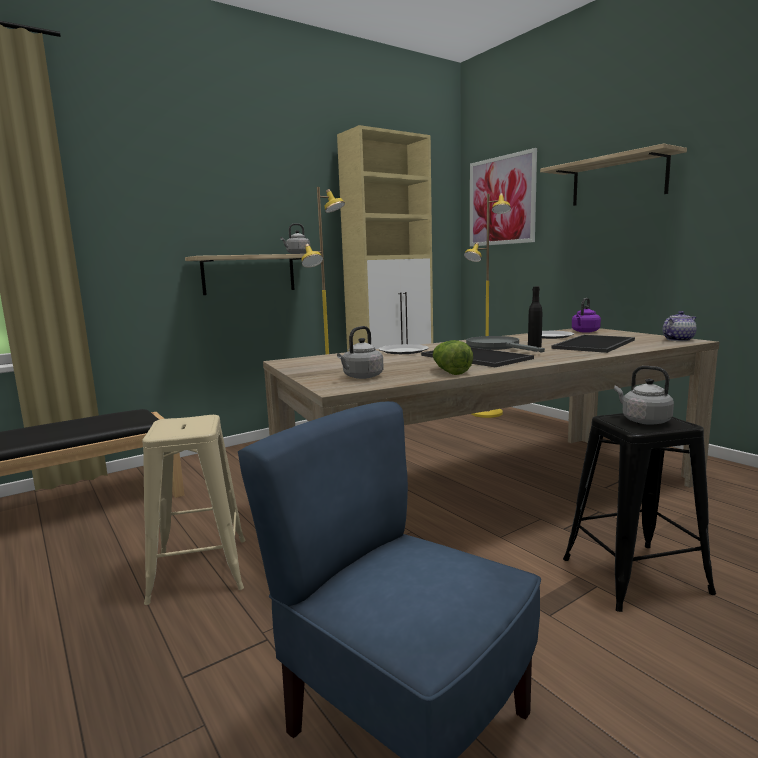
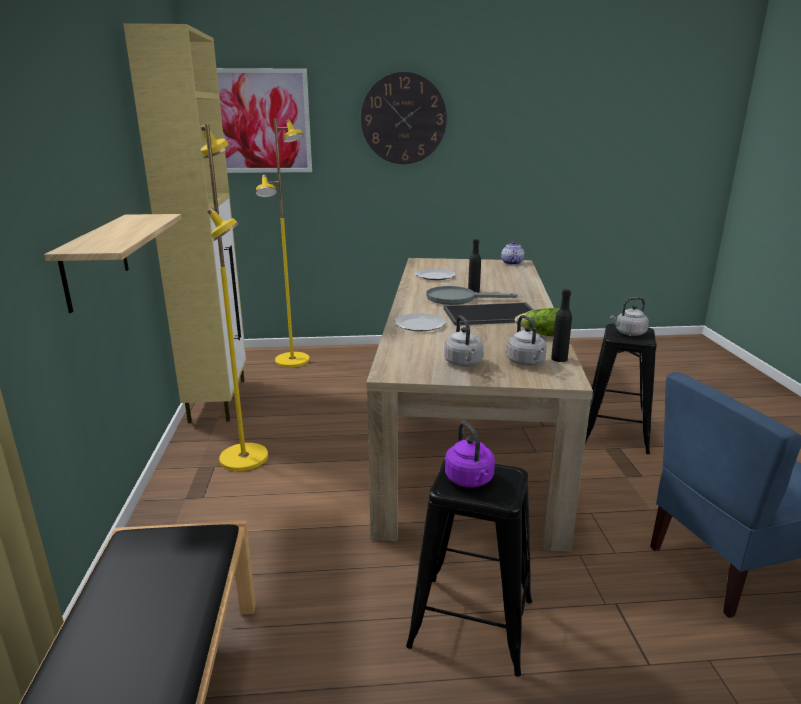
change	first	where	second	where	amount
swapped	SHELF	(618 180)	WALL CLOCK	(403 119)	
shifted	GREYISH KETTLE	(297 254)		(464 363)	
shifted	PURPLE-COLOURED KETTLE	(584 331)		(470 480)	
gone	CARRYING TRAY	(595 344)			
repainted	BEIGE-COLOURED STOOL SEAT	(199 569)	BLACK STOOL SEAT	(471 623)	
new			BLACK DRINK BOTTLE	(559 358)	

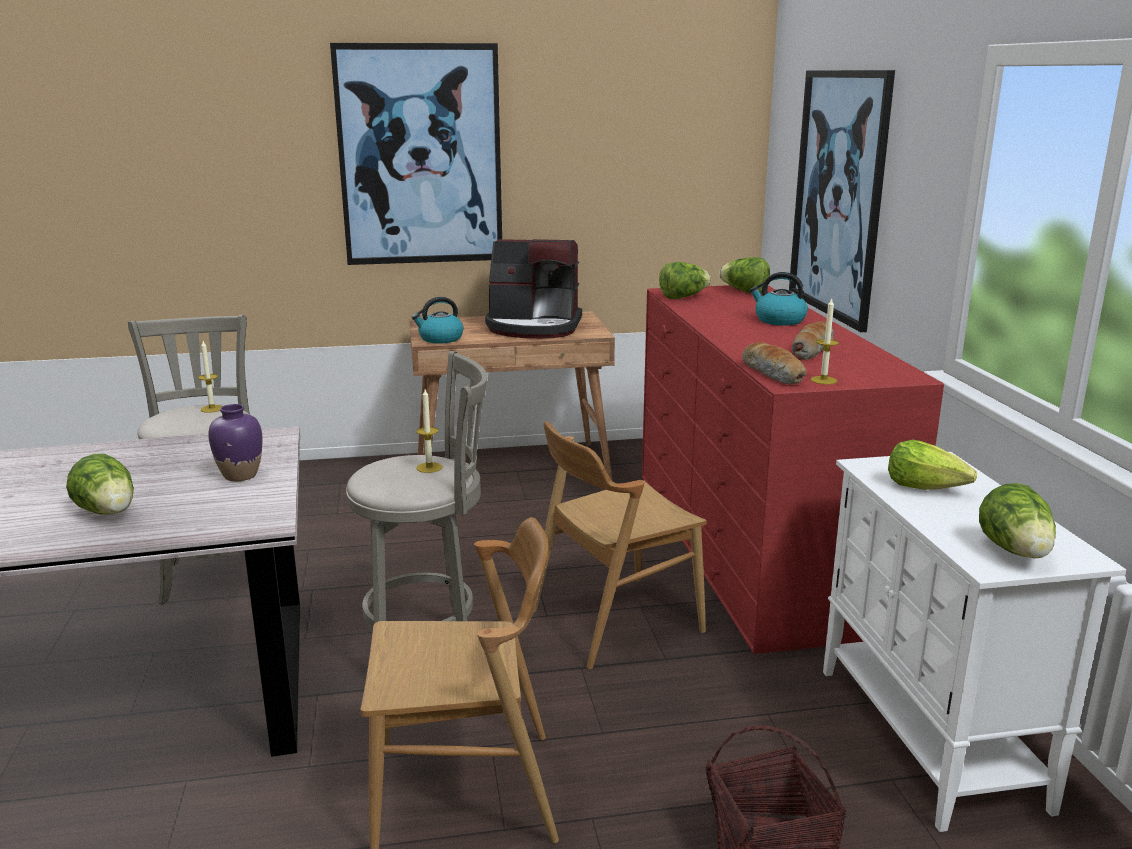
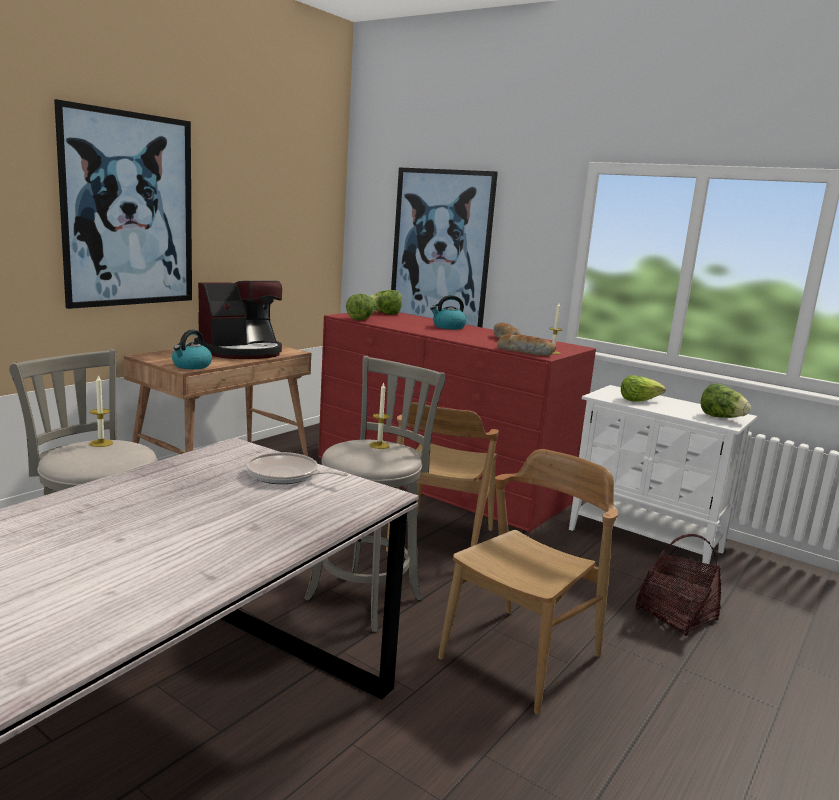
change	first	where	second	where	amount
swapped	PURPLE-COLOURED FLOWER VASE	(240 475)	FRYING PAN	(286 475)	
gone	LETTUCE HEAD	(109 513)			

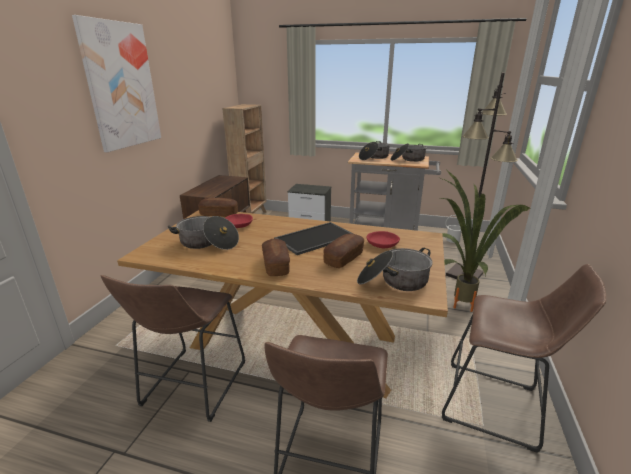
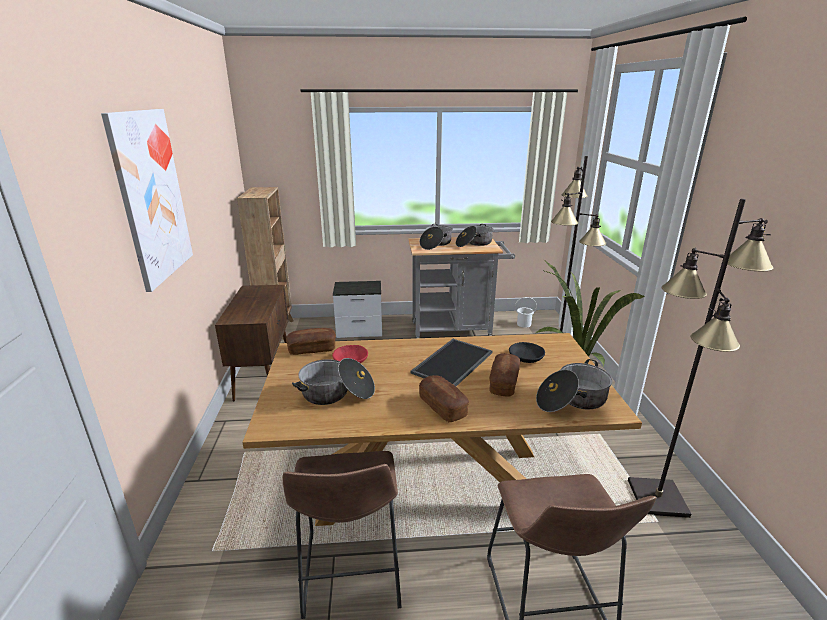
change	first	where	second	where	amount
repainted	RED-COLOURED DEEP DISH	(383 244)	BLACK DEEP DISH	(526 357)	
swapped	BROWNISH STOOL SEAT	(496 407)	BLACK STANDARD LAMP	(658 499)	

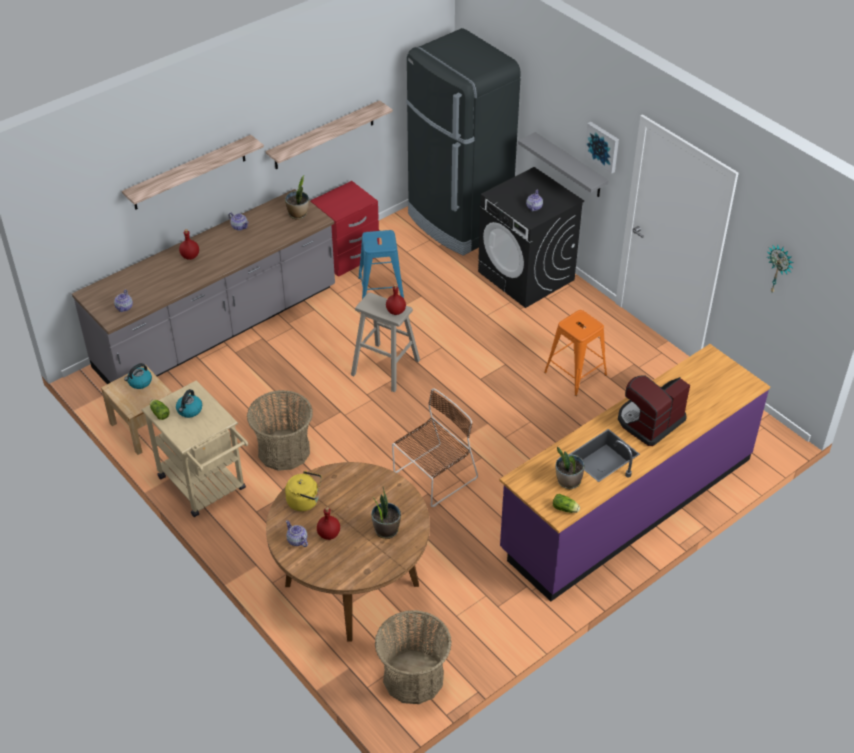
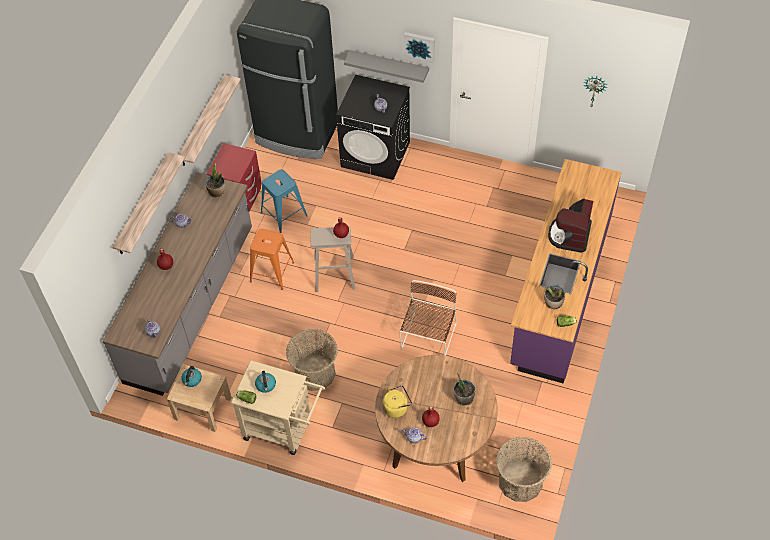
change	first	where	second	where	amount
shifted	ORANGE STOOL SEAT	(575 373)		(271 272)	

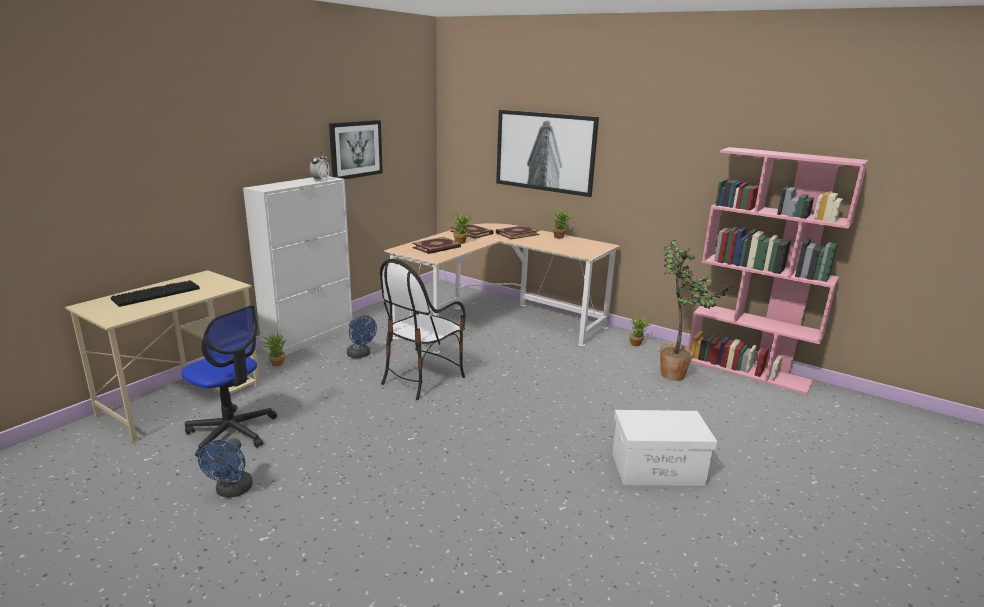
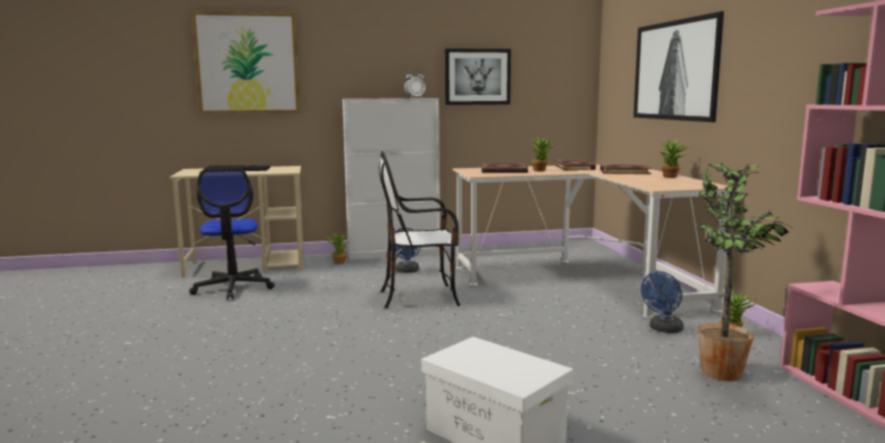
change	first	where	second	where	amount
shifted	BLUISH ELECTRIC FAN	(232 491)		(663 329)	
new			WALL ART	(247 63)	

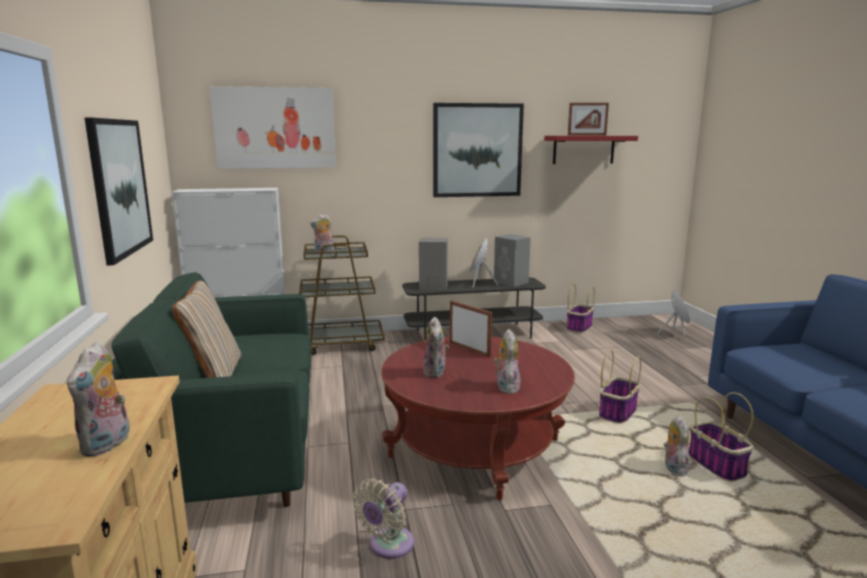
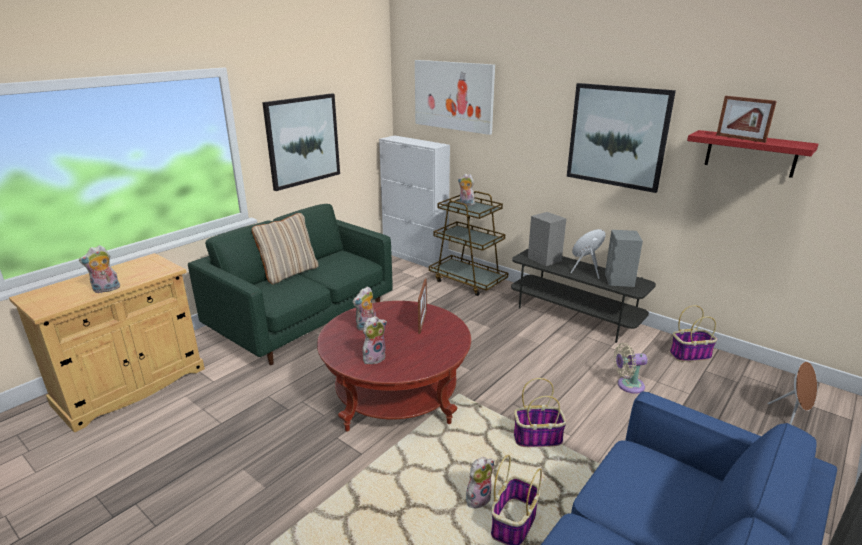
change	first	where	second	where	amount
shifted	BEIGE-COLOURED ELECTRIC FAN	(388 546)		(627 385)	

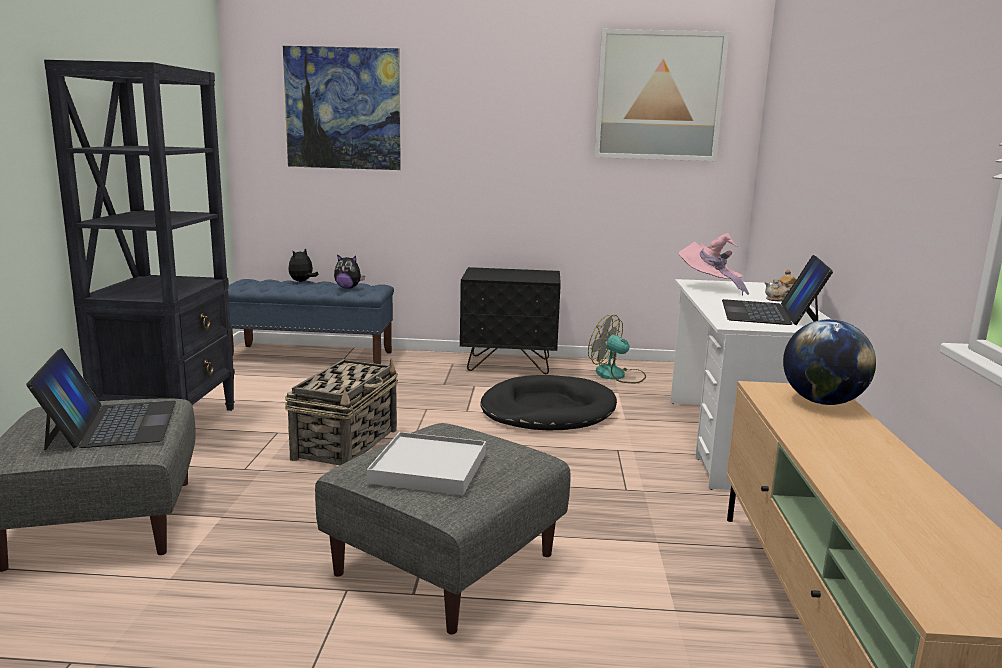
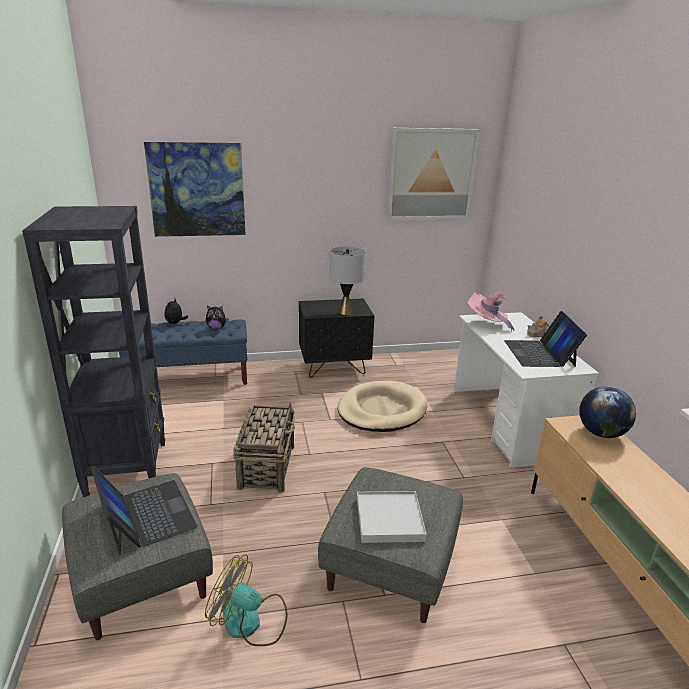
change	first	where	second	where	amount
shifted	ELECTRIC FAN	(617 375)		(250 622)	
repainted	BLACK DOG CUSHION	(548 410)	BEIGE-COLOURED DOG CUSHION	(381 410)	
new			GREYISH TABLE LAMP	(345 312)	

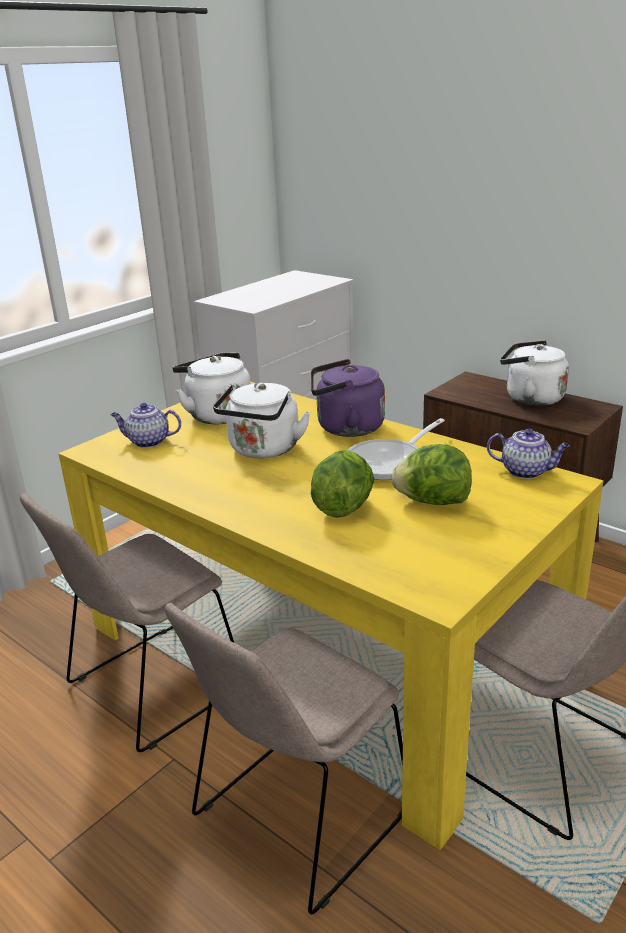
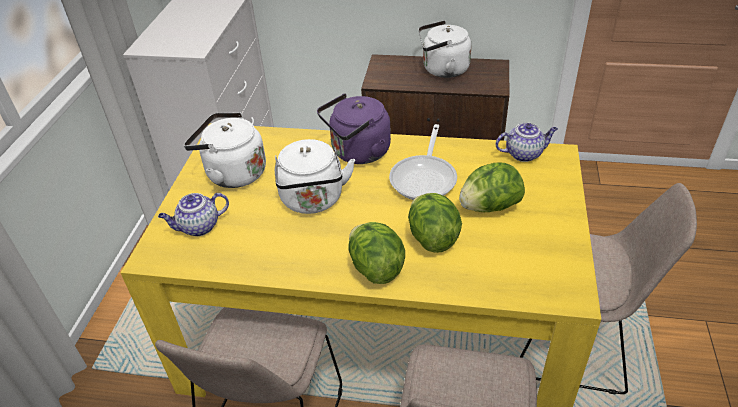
change	first	where	second	where	amount
new			LETTUCE HEAD	(375 267)	

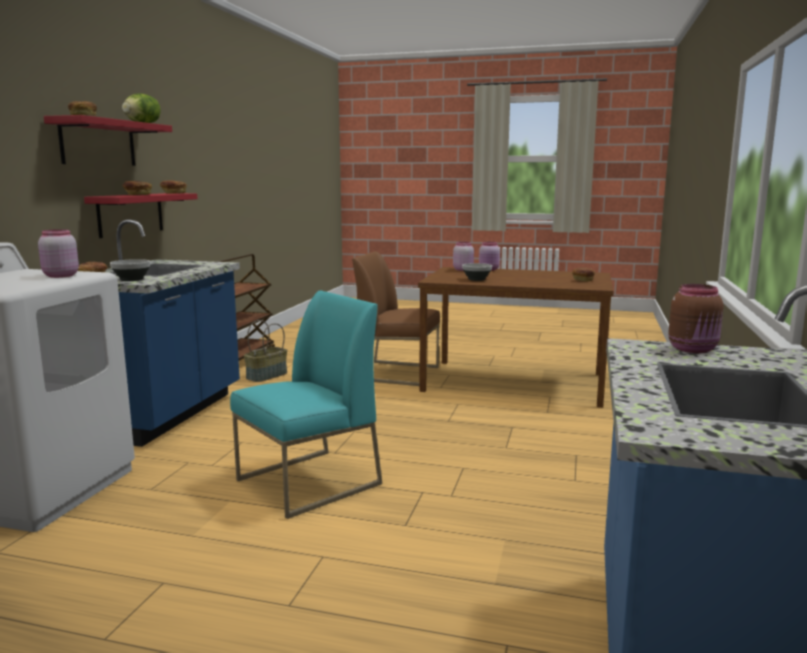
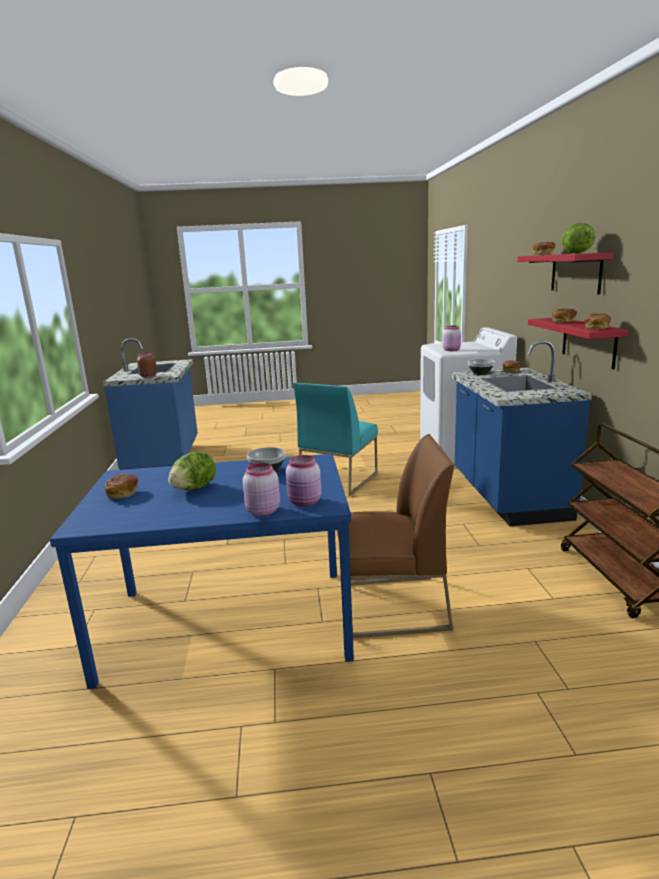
change	first	where	second	where	amount
repainted	BROWNISH KITCHEN TABLE	(515 382)	BLUISH KITCHEN TABLE	(227 624)	
gone	BASKET	(267 376)			
new			LETTUCE HEAD	(194 488)	

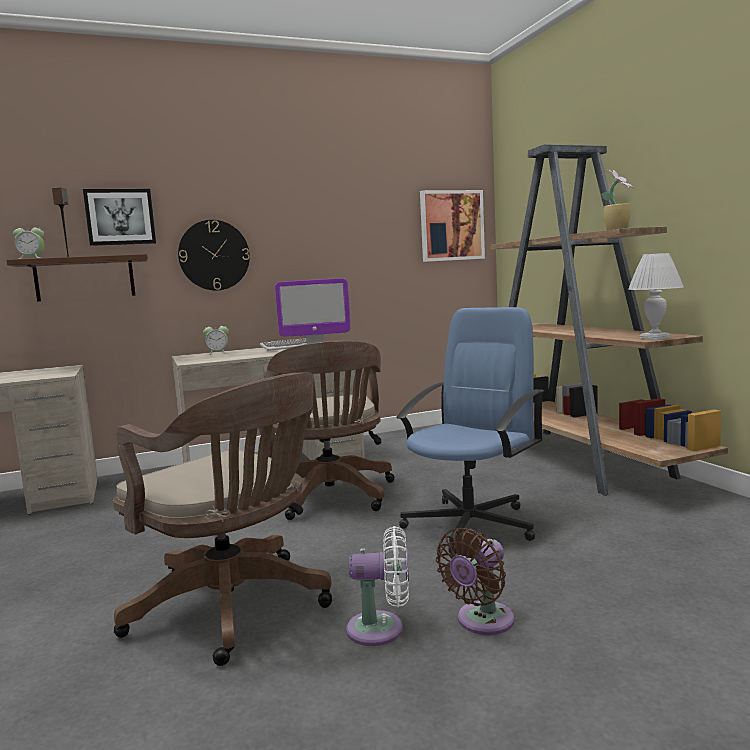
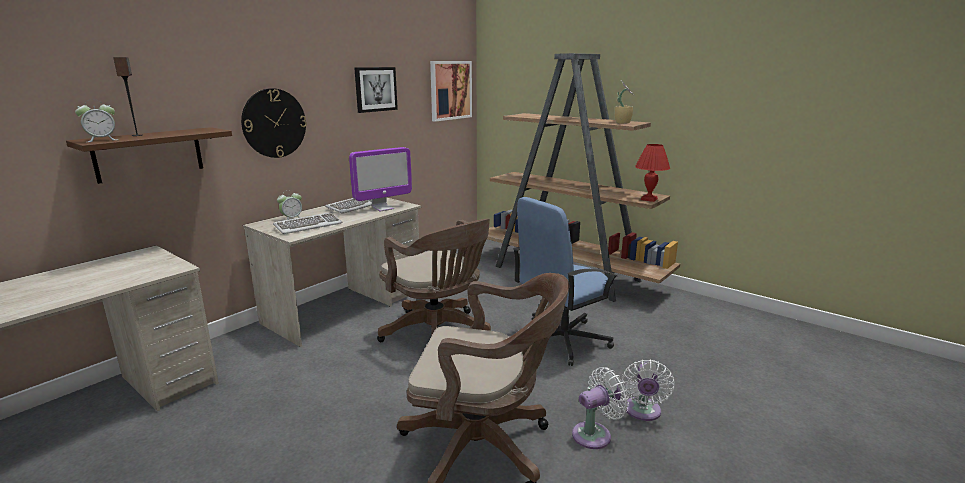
change	first	where	second	where	amount
shifted	WALL ART	(120 217)		(375 89)	
repainted	WHITE-COLOURED TABLE LAMP	(654 338)	RED-COLOURED TABLE LAMP	(649 199)	
rotated	BLUISH COMPUTER CHAIR	(471 524)		(561 340)	135 degrees counterclockwise
repainted	BROWNISH ELECTRIC FAN	(481 622)	WHITE-COLOURED ELECTRIC FAN	(642 412)	
new			PC KEYBOARD	(308 226)	

